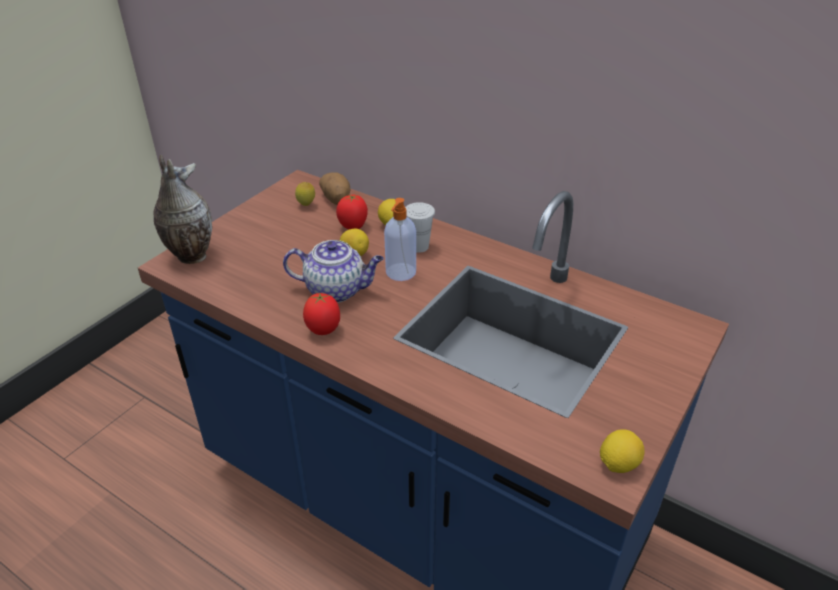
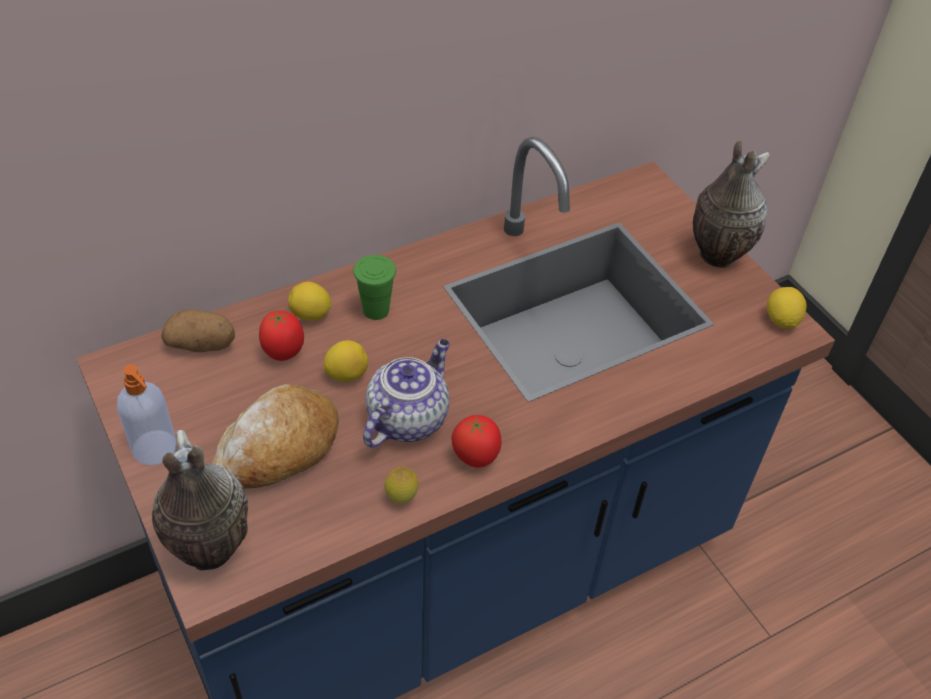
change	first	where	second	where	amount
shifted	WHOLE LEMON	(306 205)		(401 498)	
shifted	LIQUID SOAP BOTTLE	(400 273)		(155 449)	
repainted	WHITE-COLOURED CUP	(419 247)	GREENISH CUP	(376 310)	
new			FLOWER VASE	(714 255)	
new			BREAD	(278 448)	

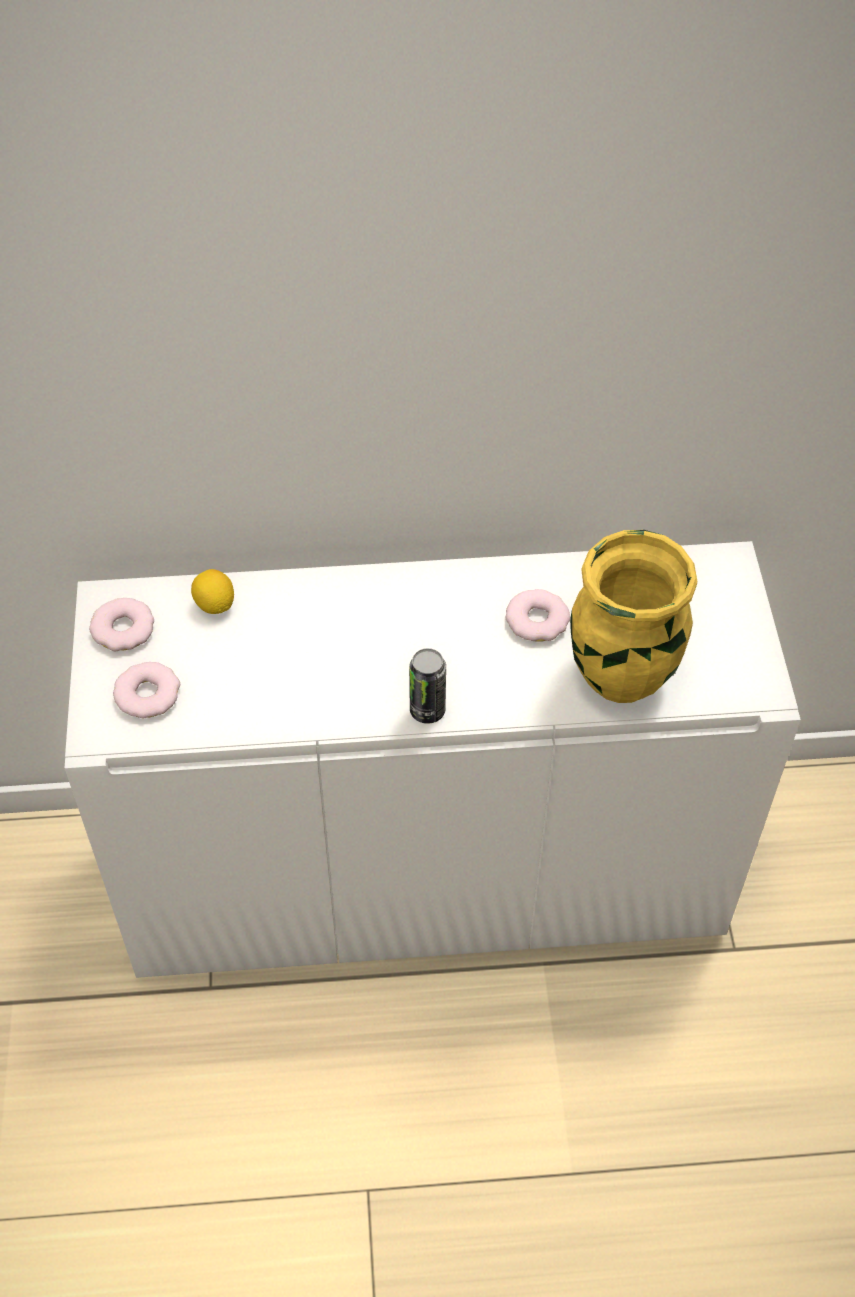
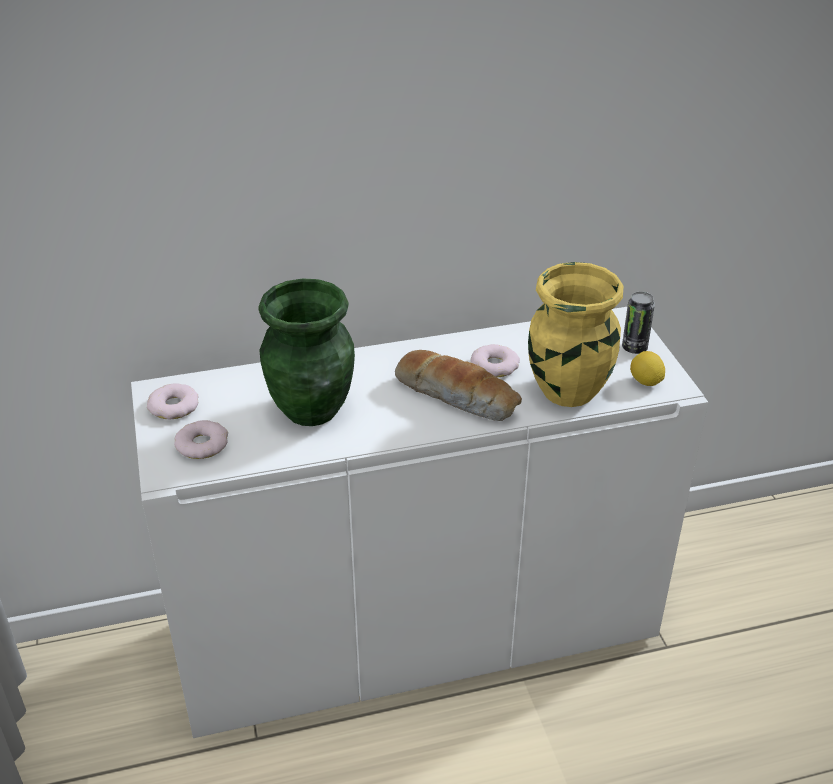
change	first	where	second	where	amount
shifted	WHOLE LEMON	(215 605)		(645 382)	
shifted	CAN	(427 710)		(634 348)	
new			GREENISH FLOWER VASE	(313 409)	
new			BREAD	(458 396)	

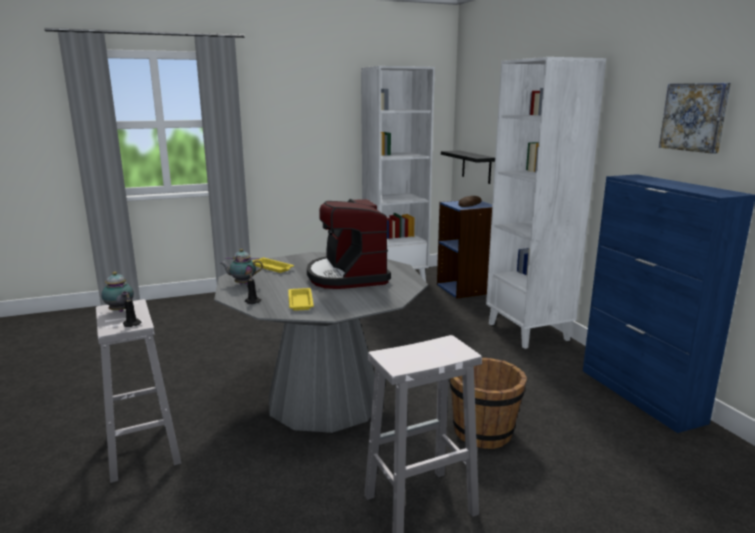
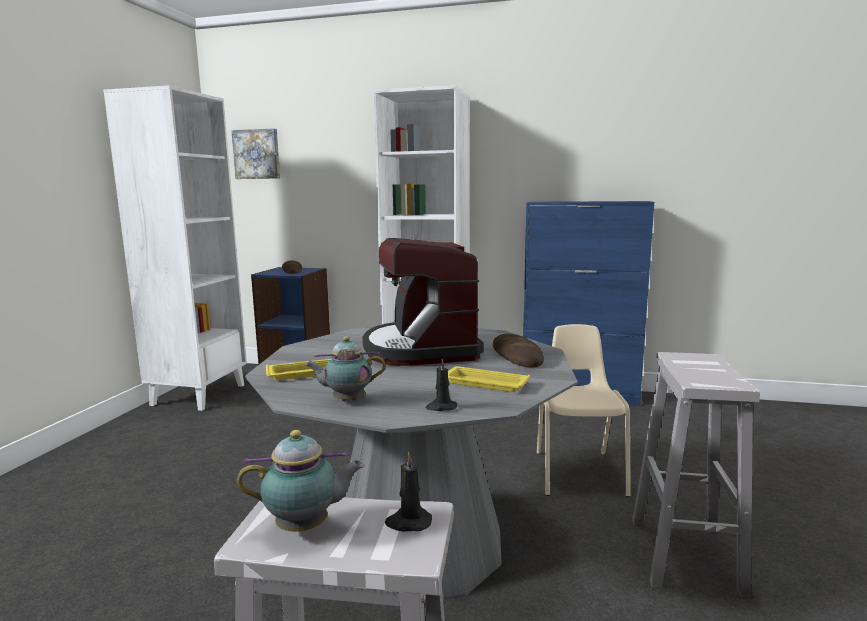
change	first	where	second	where	amount
shifted	WALL ART	(695 117)		(257 154)	
gone	BLACK SHELF	(476 167)			
rotated	COFFEE BREWER	(347 276)		(421 349)	60 degrees clockwise
rotated	TEAPOT	(242 284)		(346 400)	45 degrees clockwise
swapped	BROWNISH WATER BUCKET	(483 431)	BEIGE-COLOURED CHAIR	(579 472)	
new			BREAD	(516 356)	

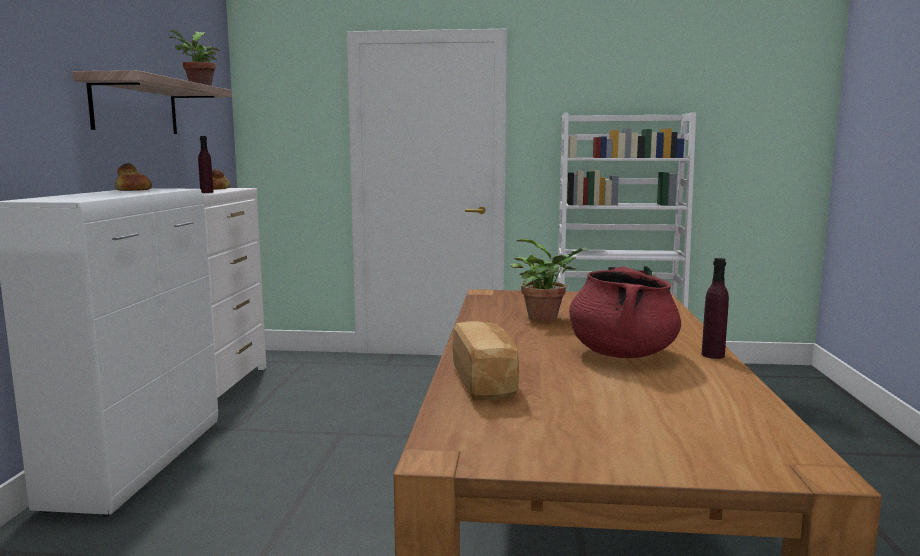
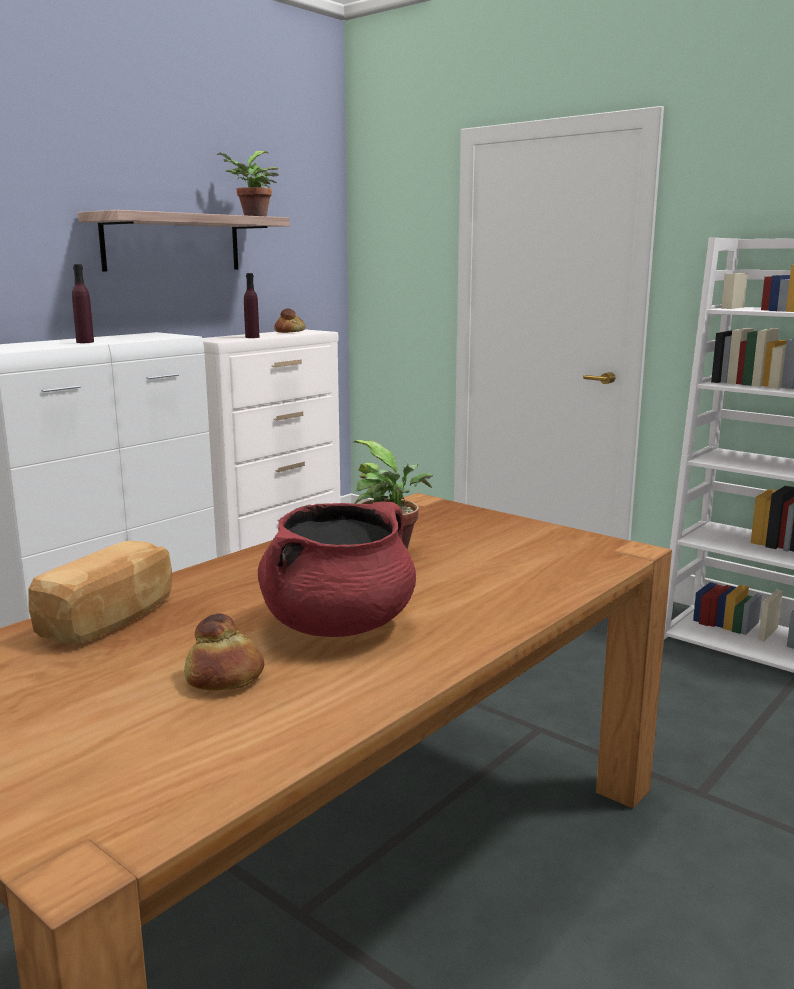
change	first	where	second	where	amount
shifted	BREAD	(133 191)		(224 677)	
shifted	PURPLE-COLOURED DRINK BOTTLE	(713 355)		(85 342)	

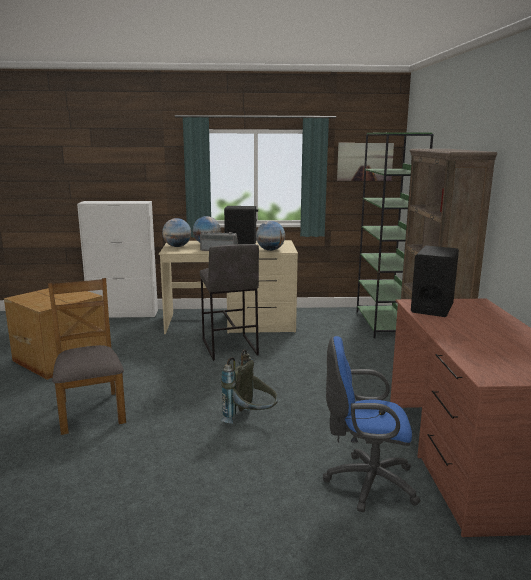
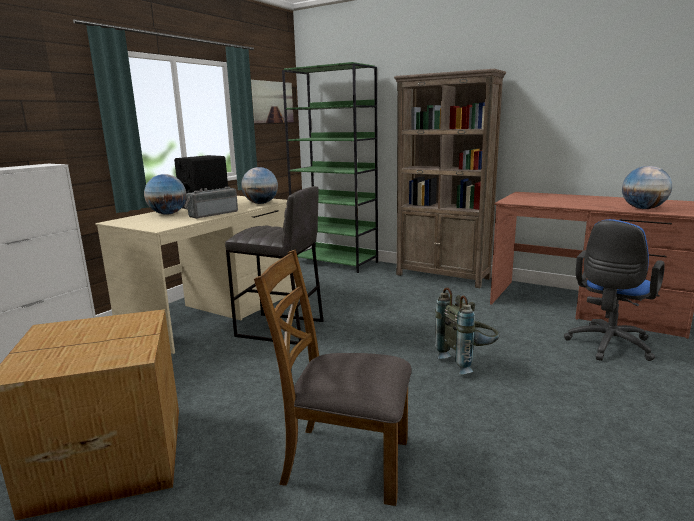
change	first	where	second	where	amount
shifted	DESK GLOBE	(177 246)		(643 208)	
gone	BLACK AUDIO SPEAKER	(432 308)			

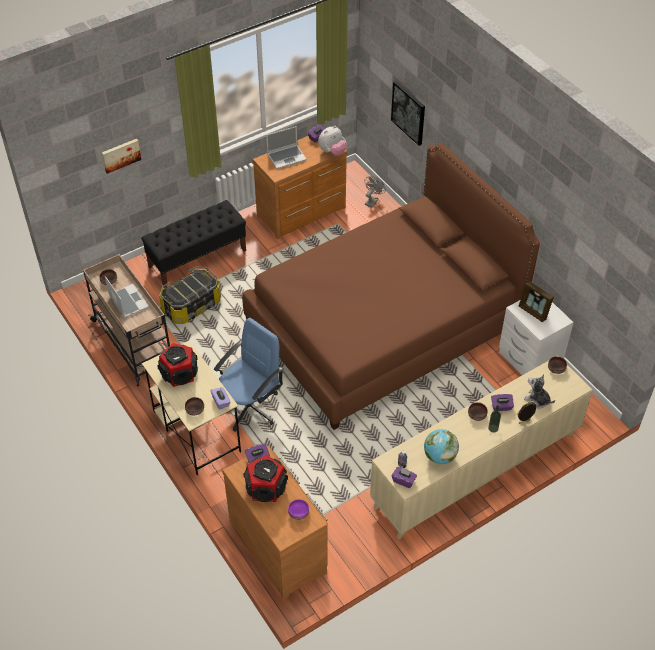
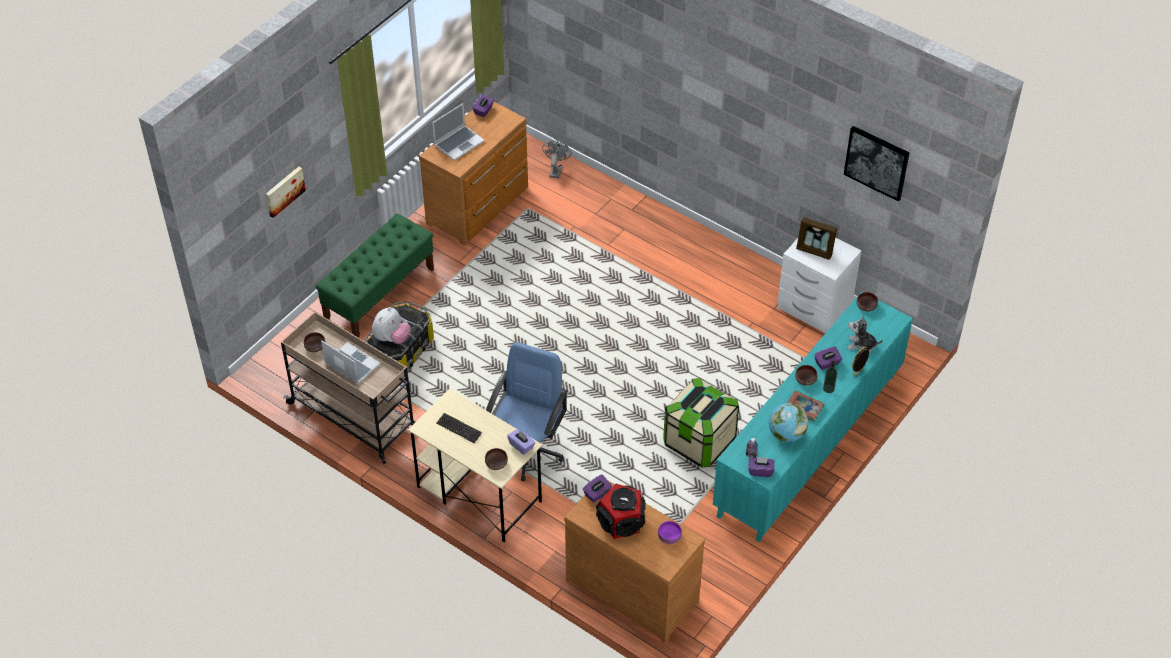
change	first	where	second	where	amount
shifted	WALL ART	(408 112)		(877 162)	
shifted	PLUSH TOY	(332 152)		(391 338)	
gone	BROWNISH BEDROOM BED	(383 326)			
repainted	BLACK BENCH	(197 258)	GREENISH BENCH	(379 294)	
swapped	AUDIO SPEAKER	(180 374)	PC KEYBOARD	(459 428)	
repainted	BEIGE-COLOURED CUPBOARD	(476 470)	TURQUOISE CUPBOARD	(809 444)	
new			STORAGE CONTAINER	(699 441)	
new			BOUND BOOK	(804 407)	

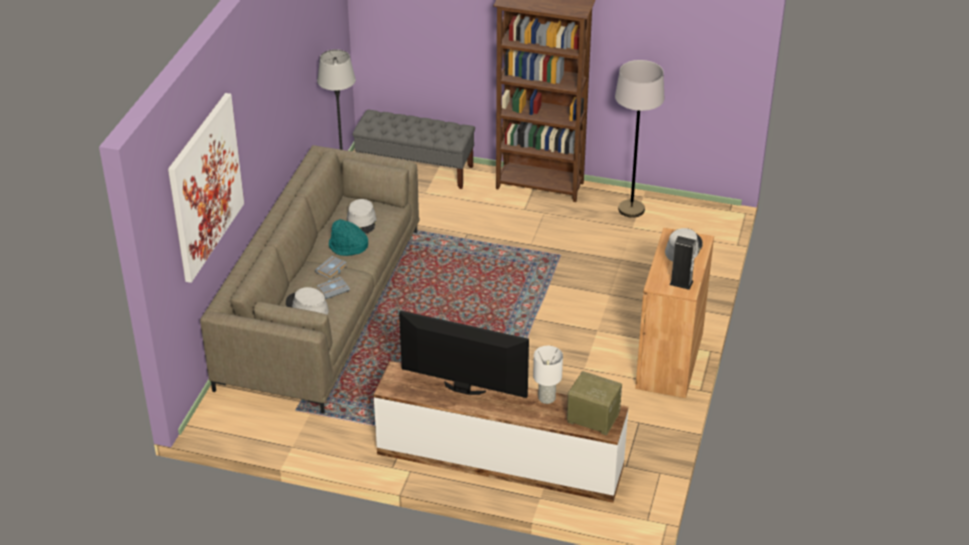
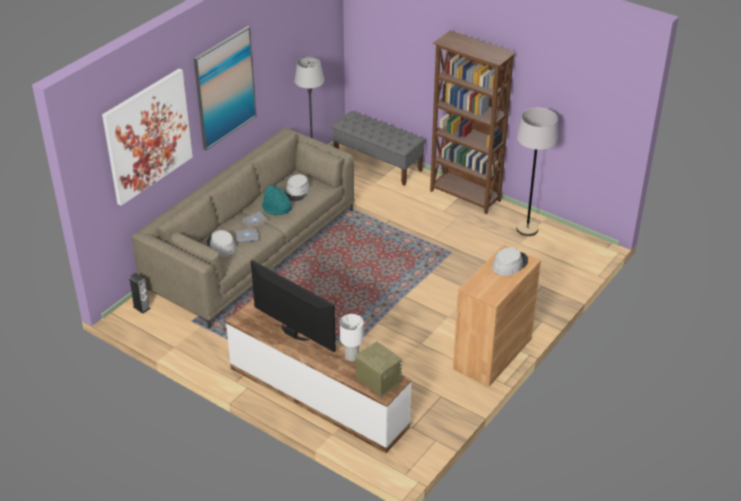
change	first	where	second	where	amount
shifted	AUDIO SPEAKER	(681 283)		(141 307)	
new			WALL ART	(225 88)	

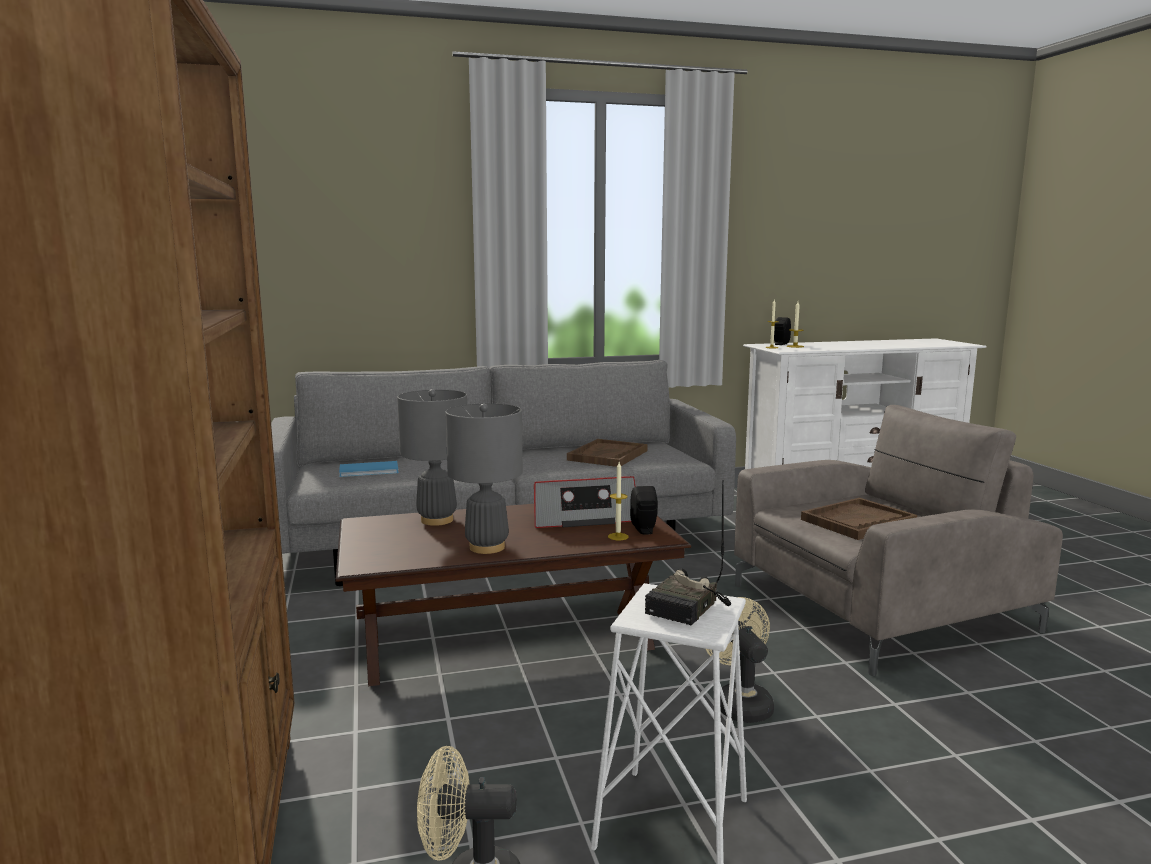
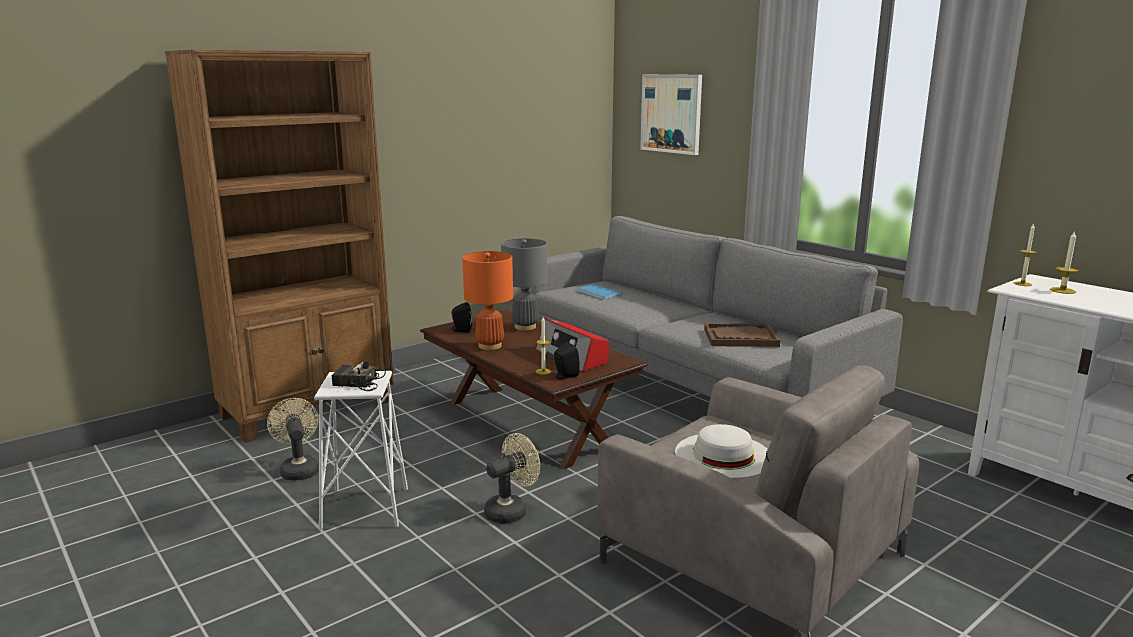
change	first	where	second	where	amount
shifted	BLACK AUDIO SPEAKER	(780 344)		(461 330)	
repainted	GREYISH TABLE LAMP	(487 547)	ORANGE TABLE LAMP	(490 346)	
swapped	BROWNISH CARRYING TRAY	(858 521)	WHITE-COLOURED HAT	(723 455)	
new			WALL ART	(671 113)	

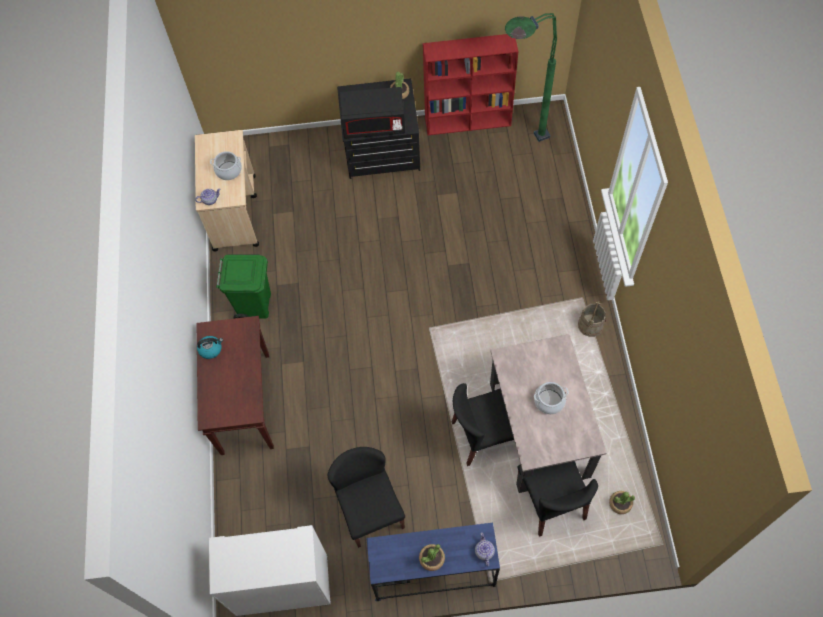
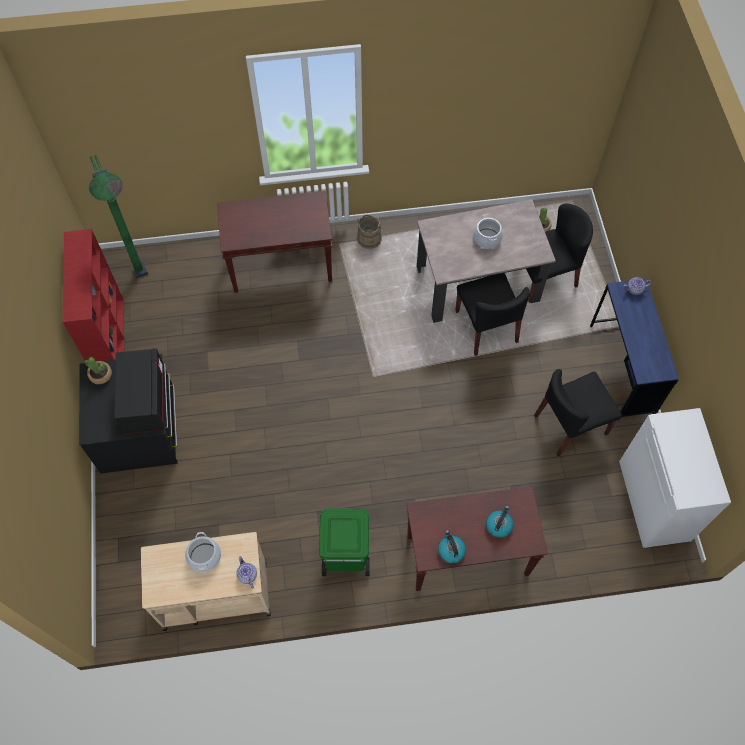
change	first	where	second	where	amount
gone	POTTED PLANT	(431 558)			
new			BROWNISH HALL TABLE	(282 266)	
new			KETTLE	(498 525)	

